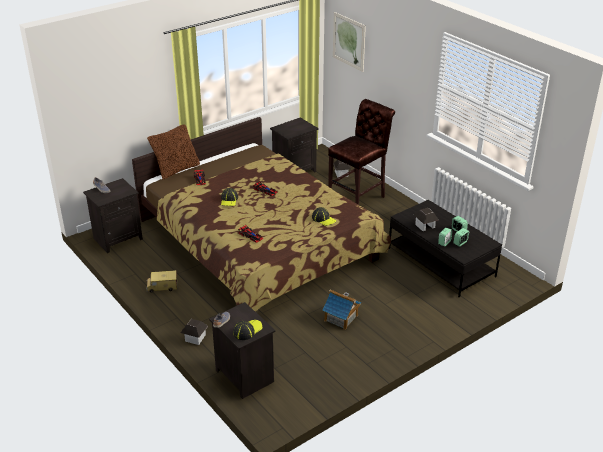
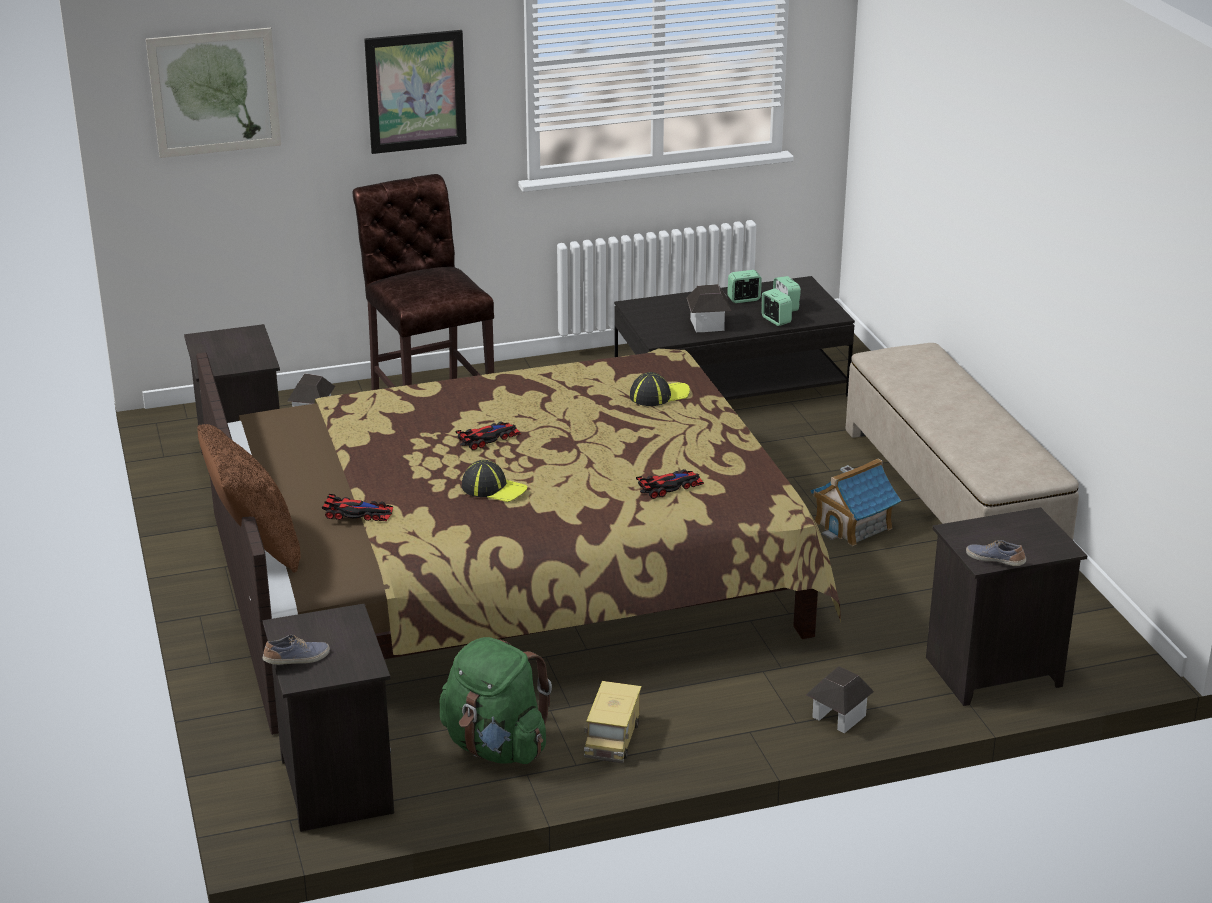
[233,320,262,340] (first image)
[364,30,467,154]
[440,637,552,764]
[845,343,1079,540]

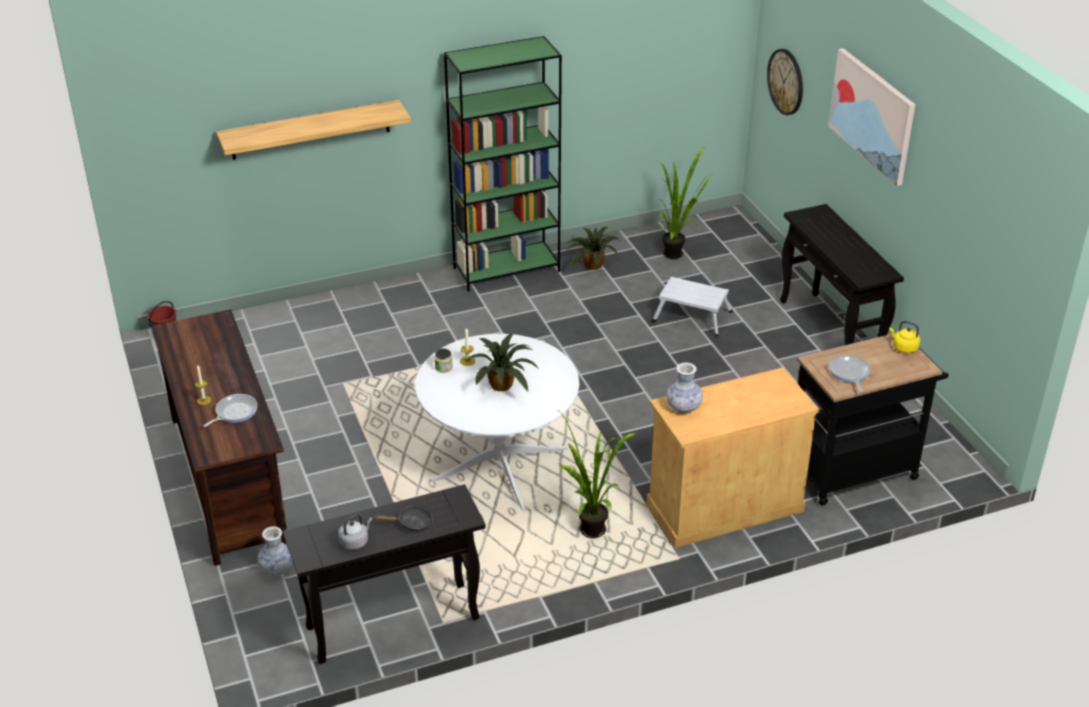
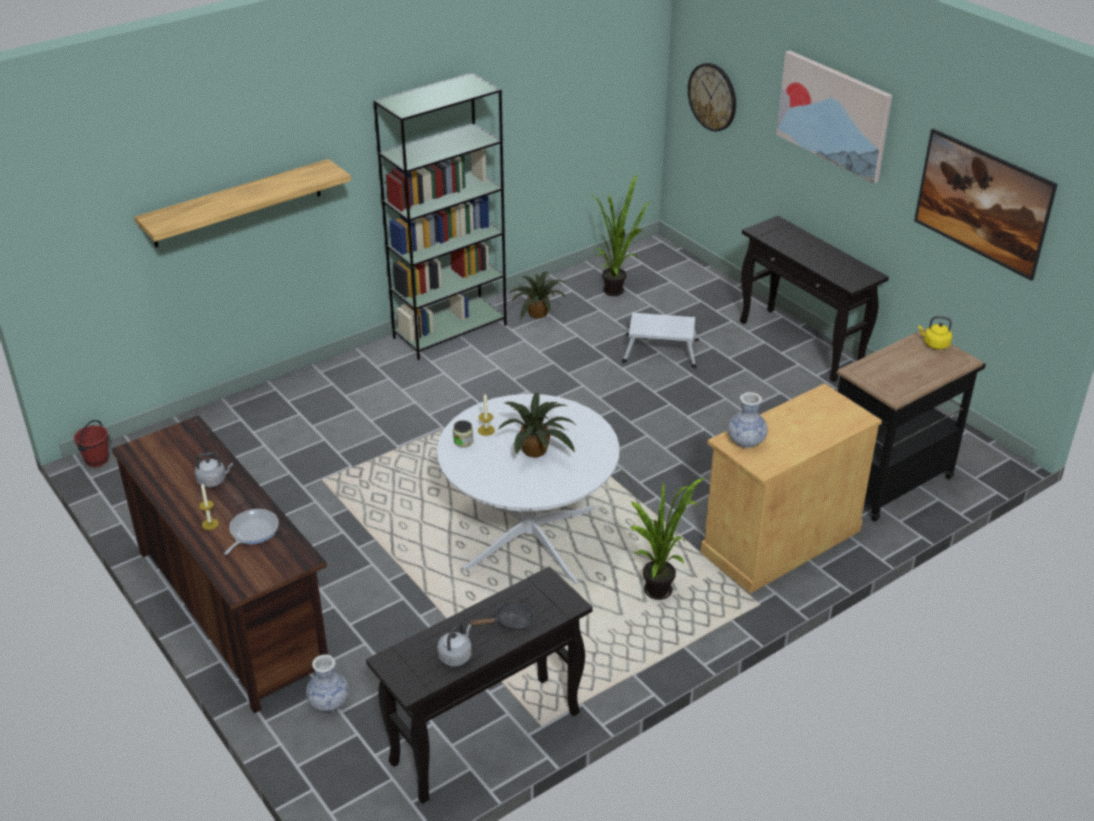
[829,355,870,392] (first image)
[194,452,233,488]
[914,129,1058,281]

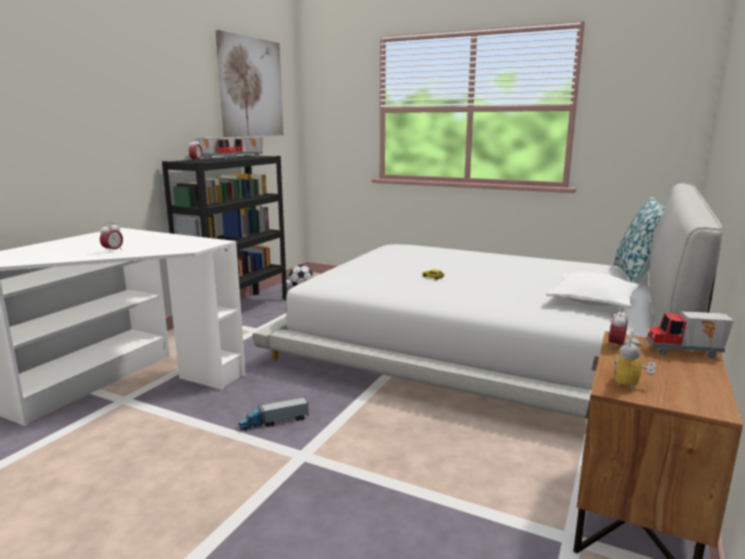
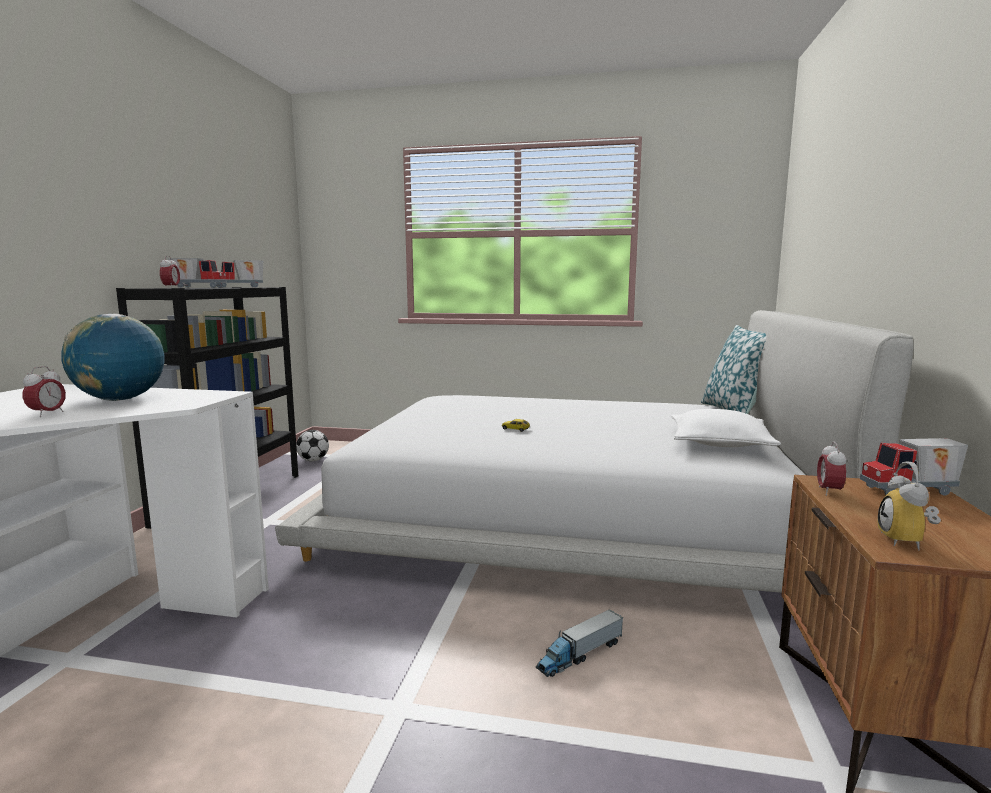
[215,30,283,137] (first image)
[61,314,164,401]
[536,609,623,677]

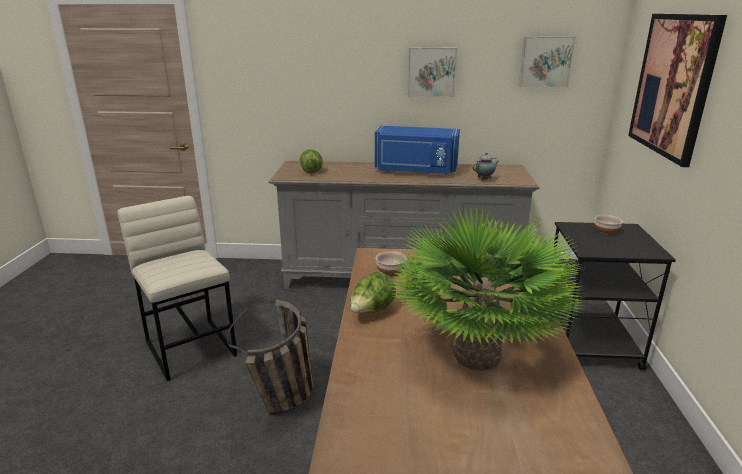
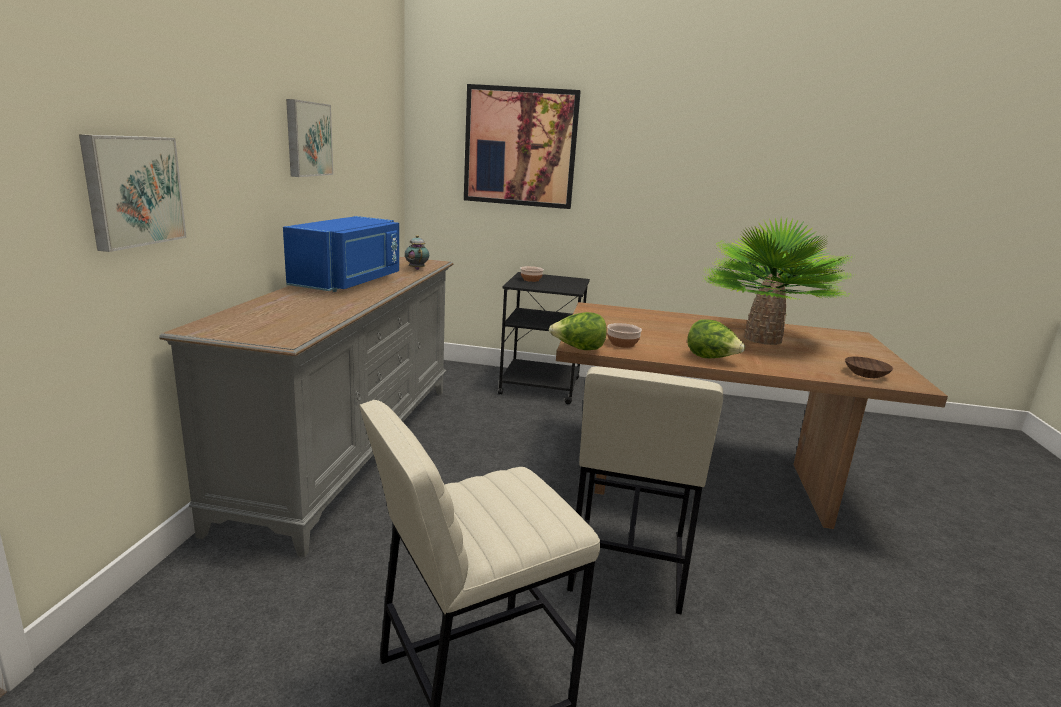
[845,357,893,378]
[549,312,607,350]
[79,134,186,252]
[567,367,723,614]

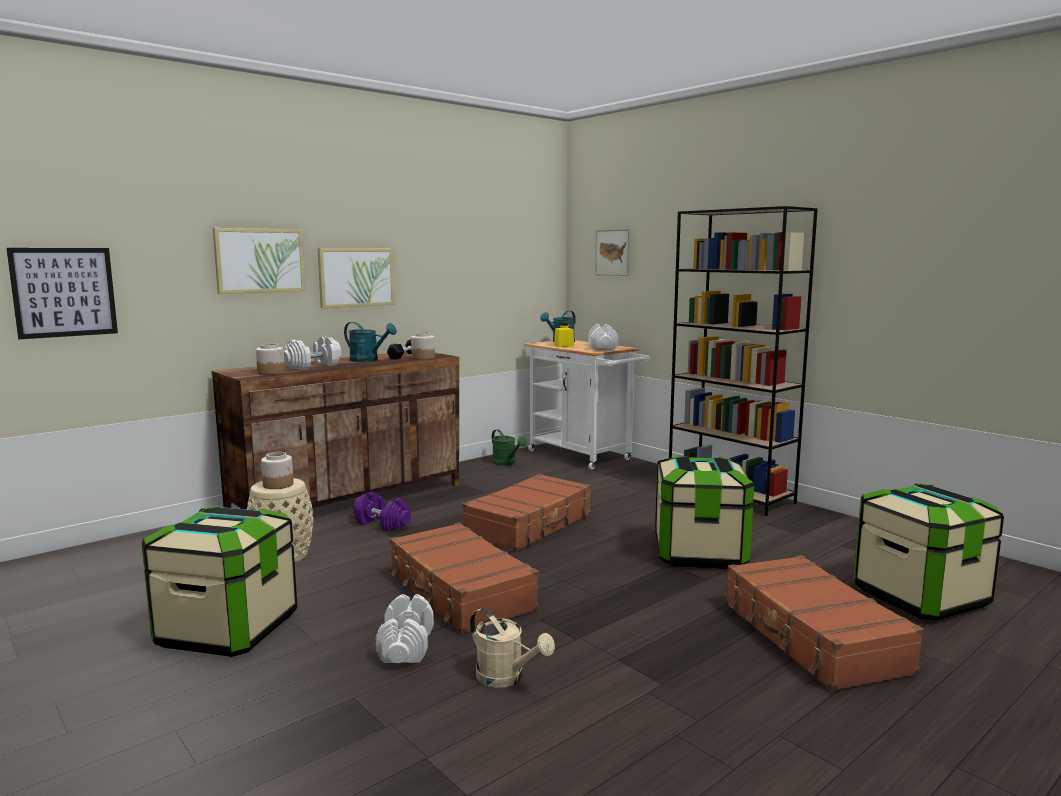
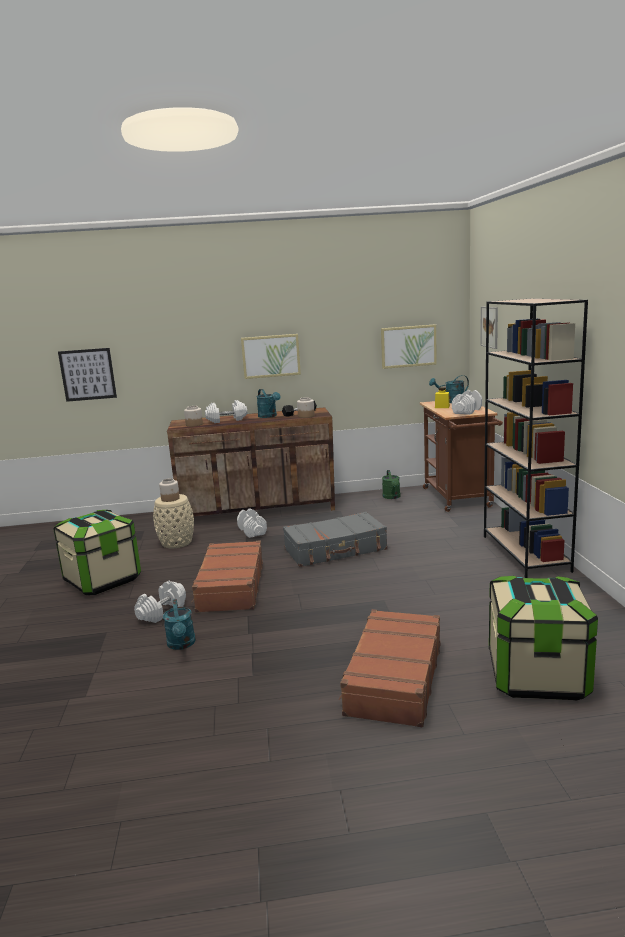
[655,456,754,569] (first image)
[381,324,437,369]
[237,508,267,538]
[283,512,388,567]
[163,599,196,650]
[419,401,503,512]

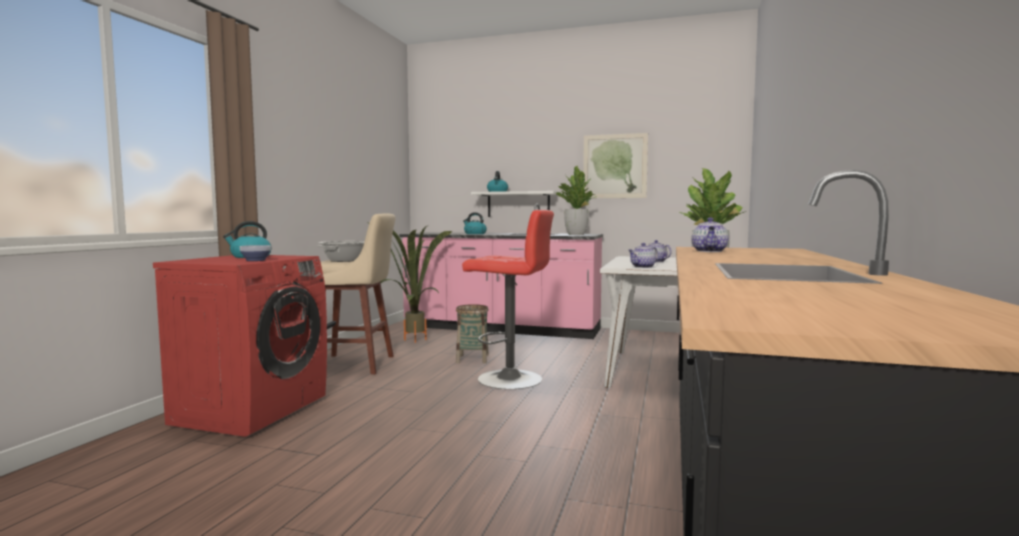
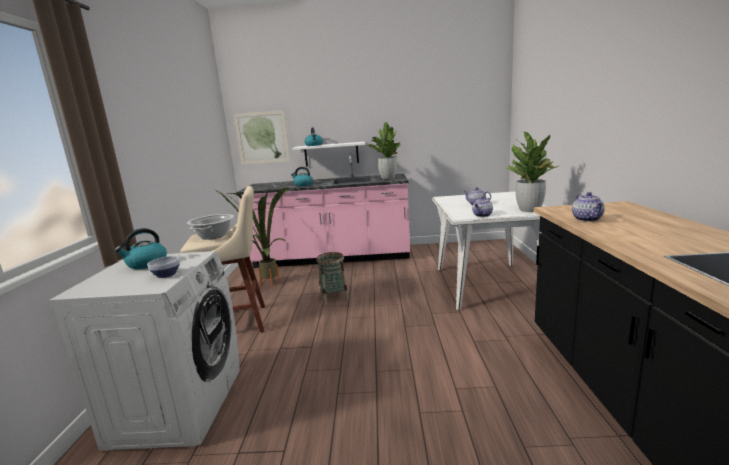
[462,210,554,389] (first image)
[234,110,290,165]
[49,251,240,451]

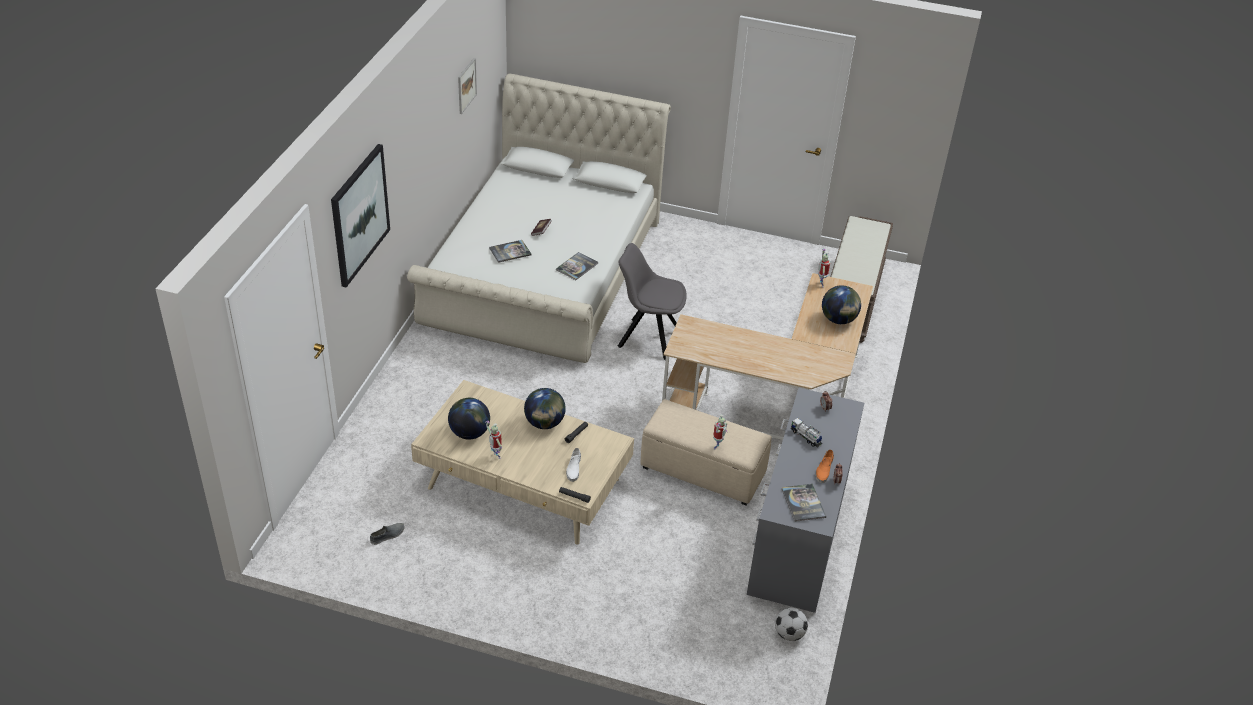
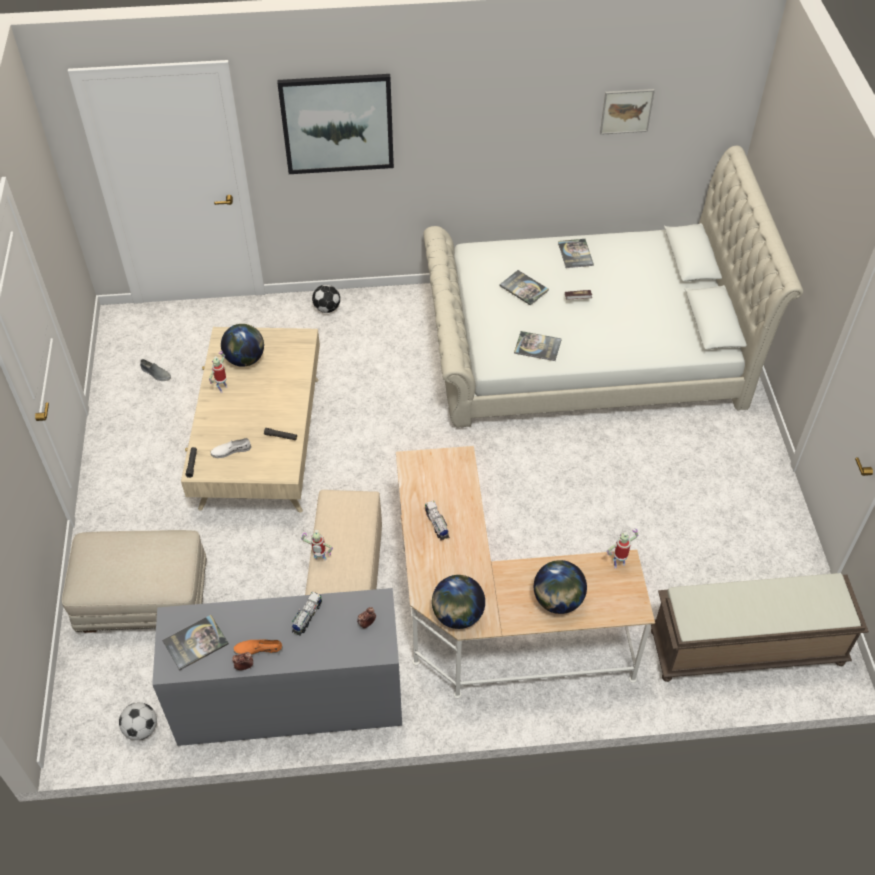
[618,243,687,360] (first image)
[62,530,207,633]
[312,285,340,313]
[425,500,449,540]
[558,239,594,268]
[432,575,485,629]

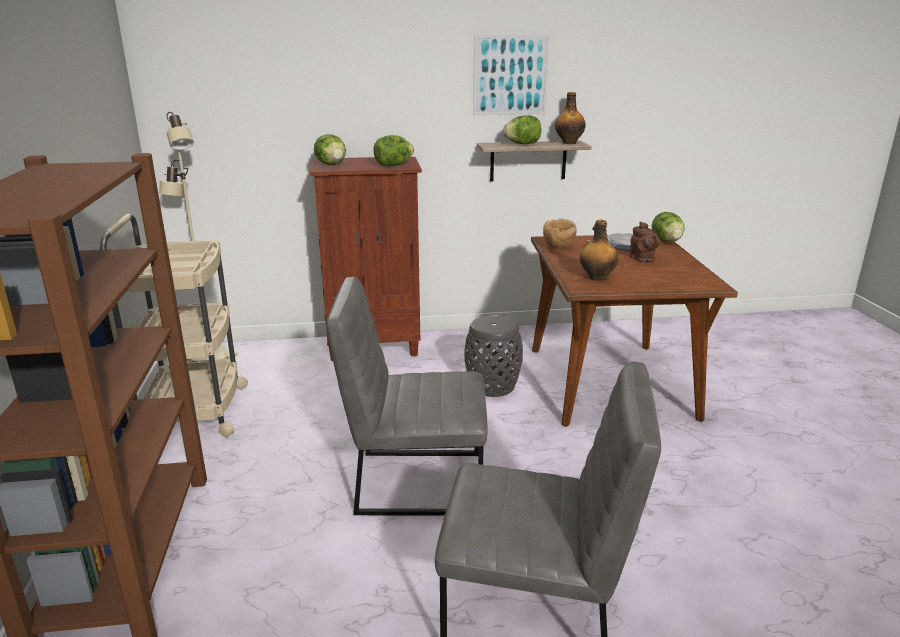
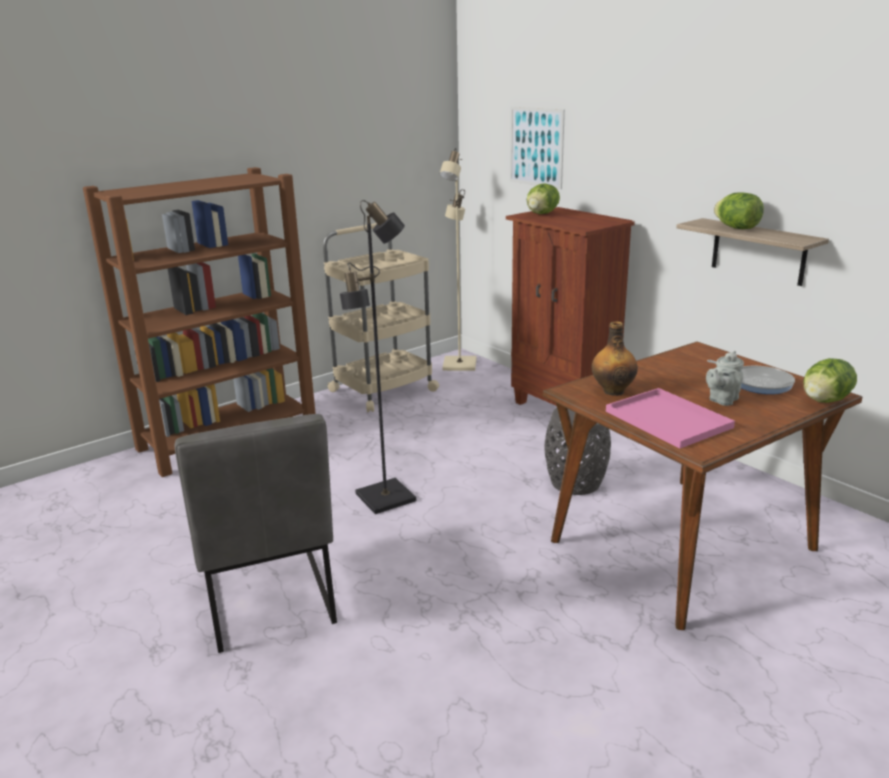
[373,135,414,166] (first image)
[543,219,577,249] (first image)
[555,92,586,144] (first image)
[606,388,735,448]
[510,107,565,189]
[340,200,416,514]
[706,351,744,406]

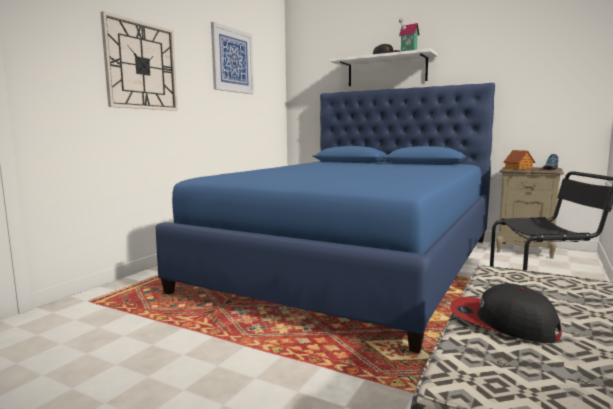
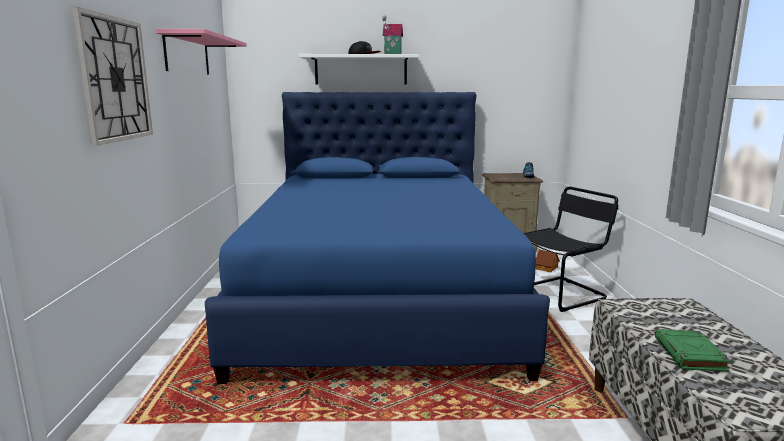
[536,250,560,273]
[156,29,247,75]
[655,329,731,372]

